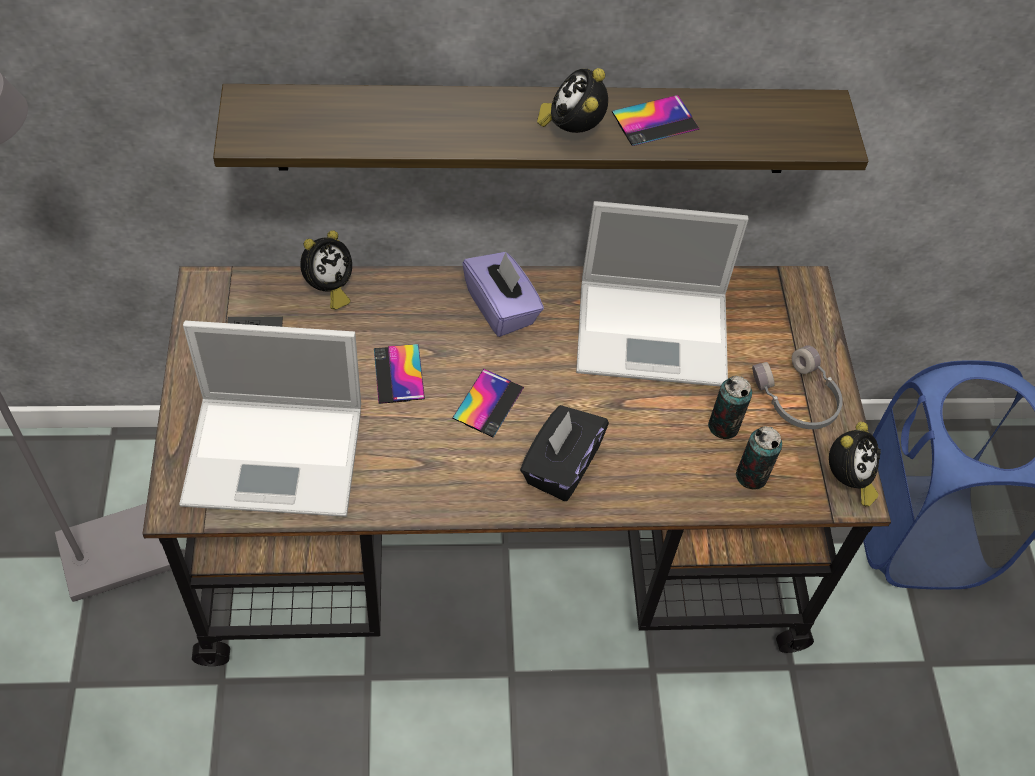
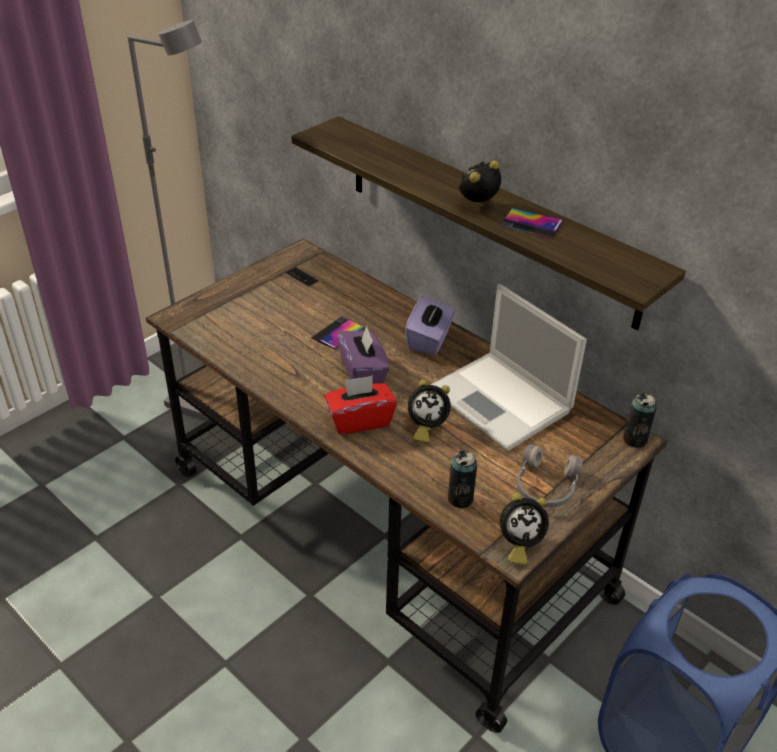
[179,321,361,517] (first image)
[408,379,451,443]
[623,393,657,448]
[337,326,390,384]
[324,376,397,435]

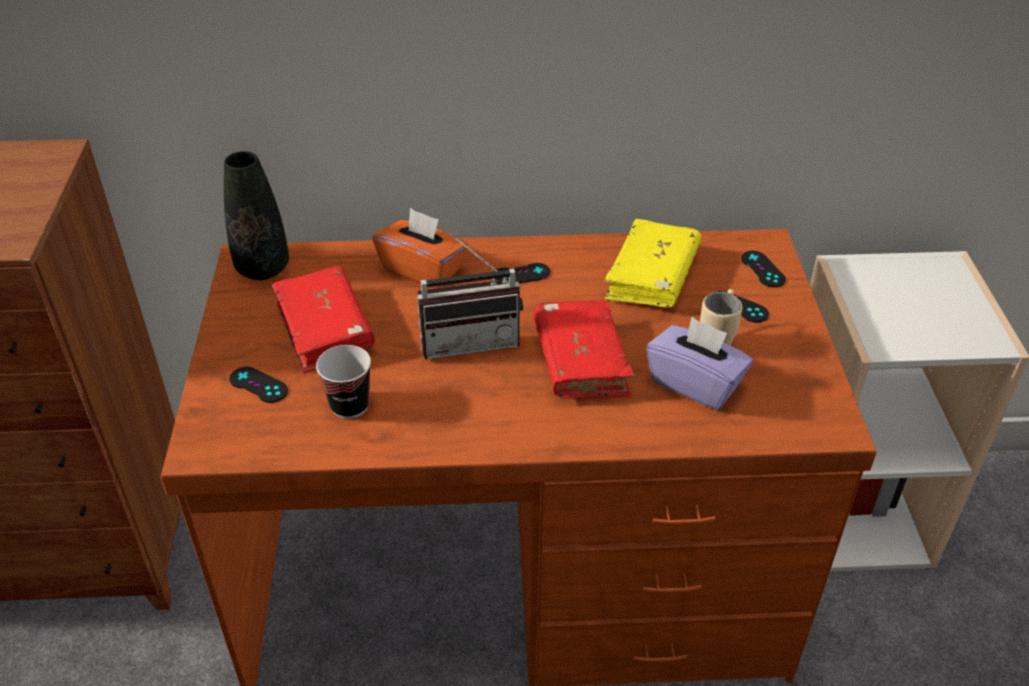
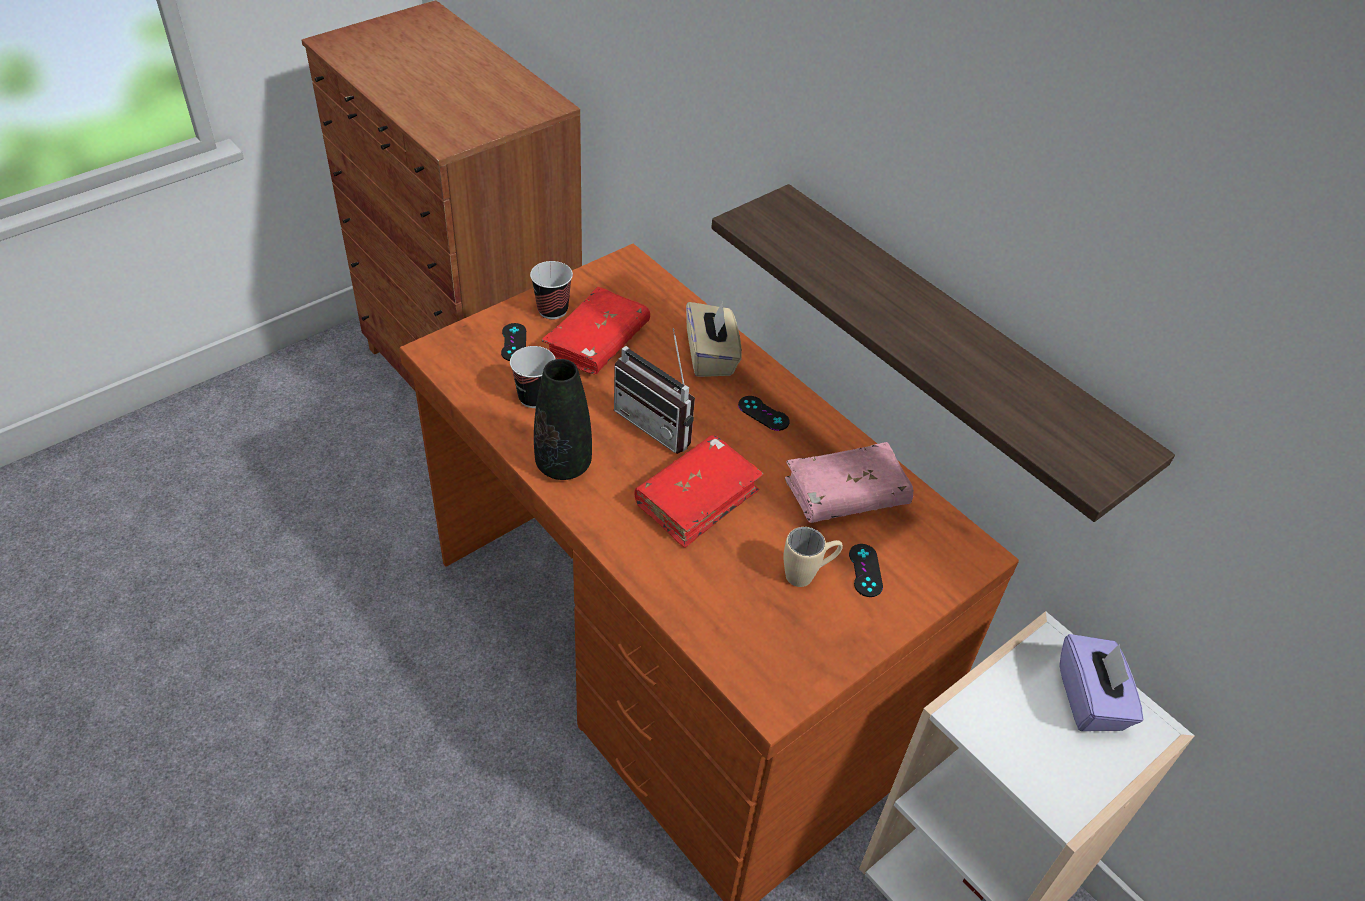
[741,251,786,287] (first image)
[530,261,573,319]
[711,184,1175,522]
[534,359,592,480]
[1059,634,1144,731]
[686,301,742,377]
[785,442,914,523]

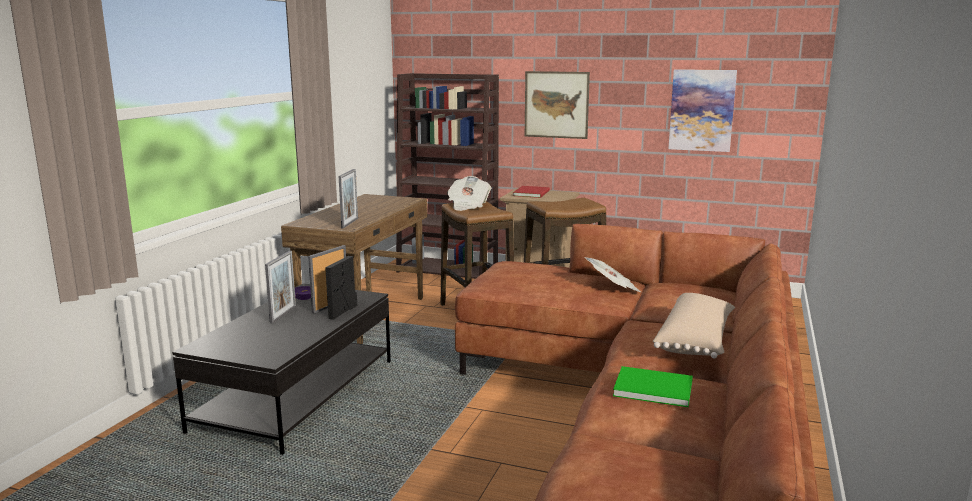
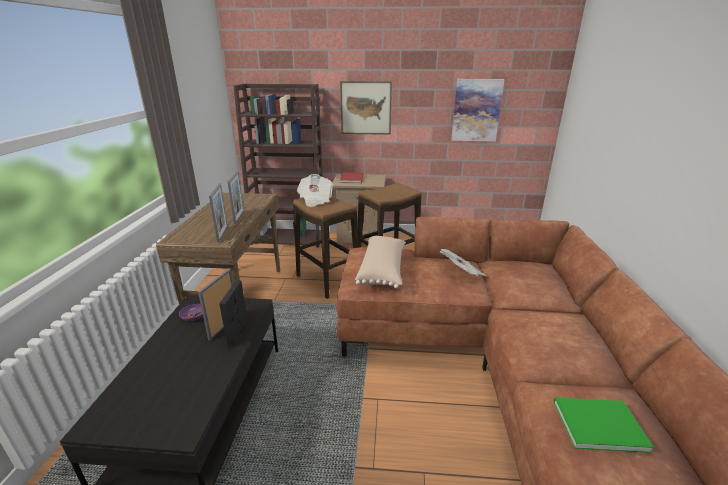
[227,171,244,224]
[355,236,406,288]

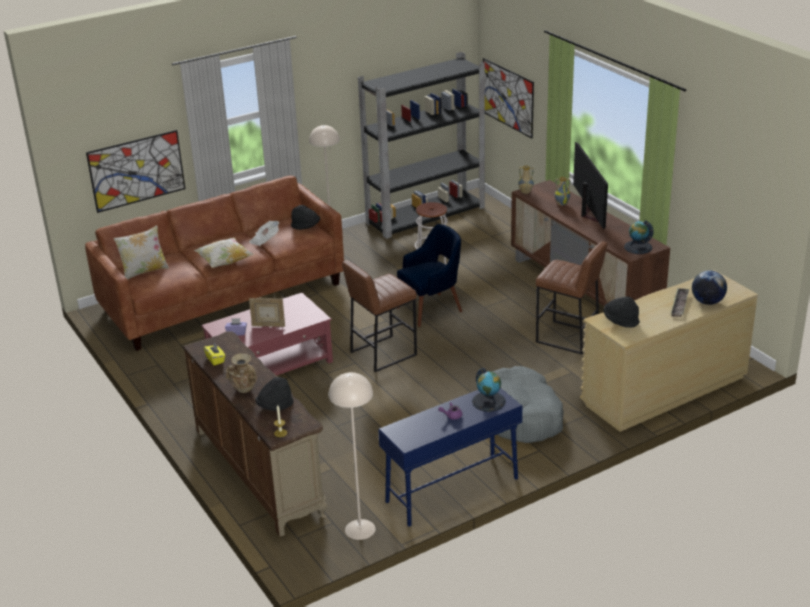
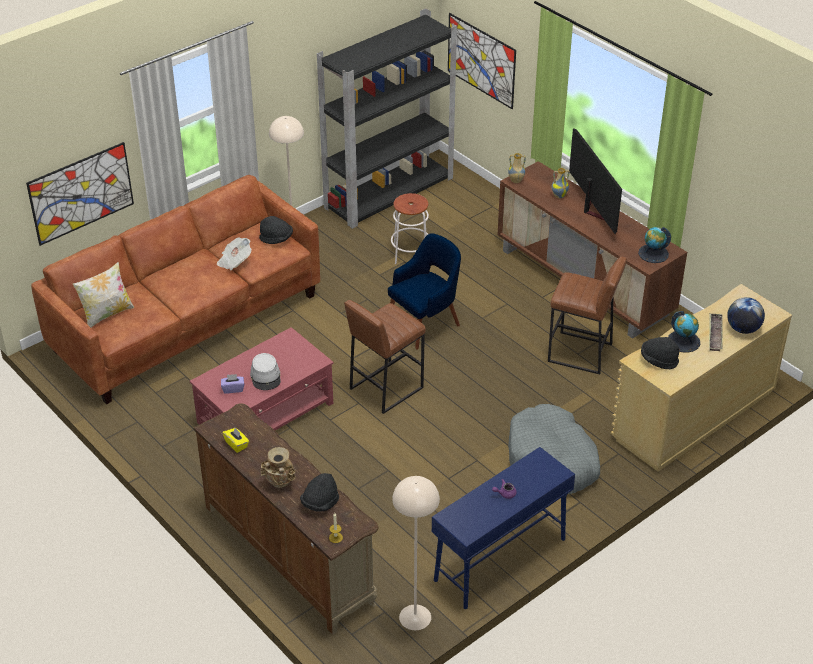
[194,238,254,268] (first image)
[668,311,700,353]
[250,353,281,390]

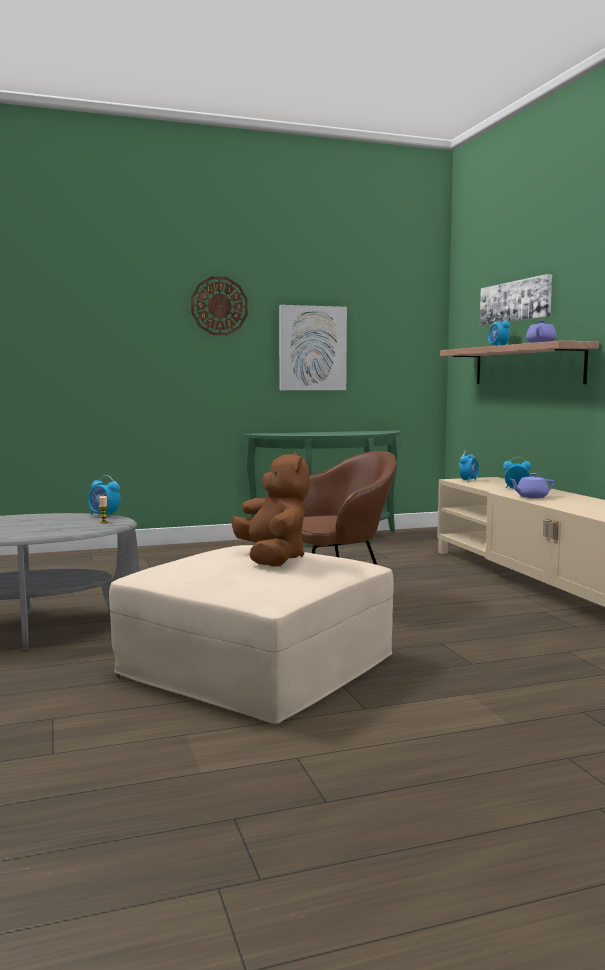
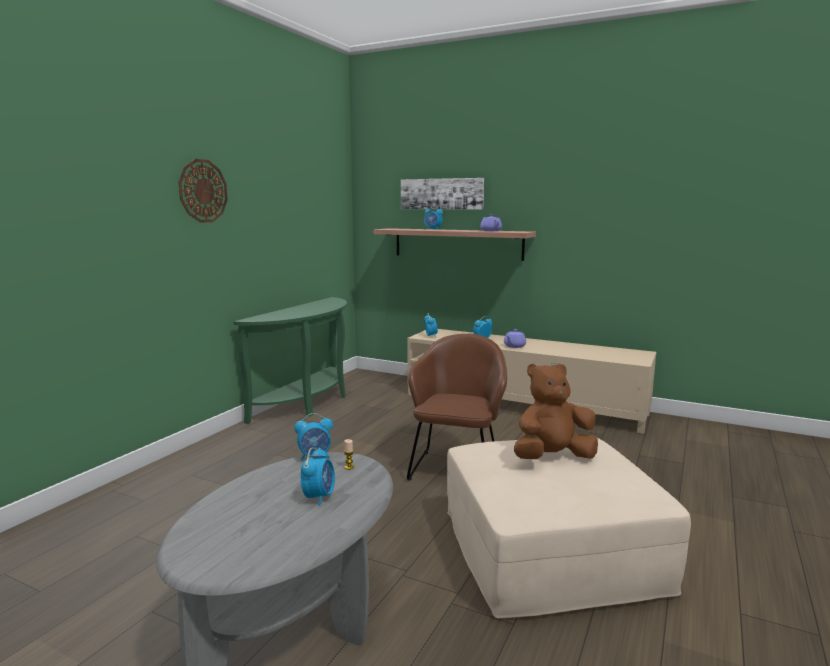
[279,305,347,390] (first image)
[301,448,335,506]
[514,363,598,459]

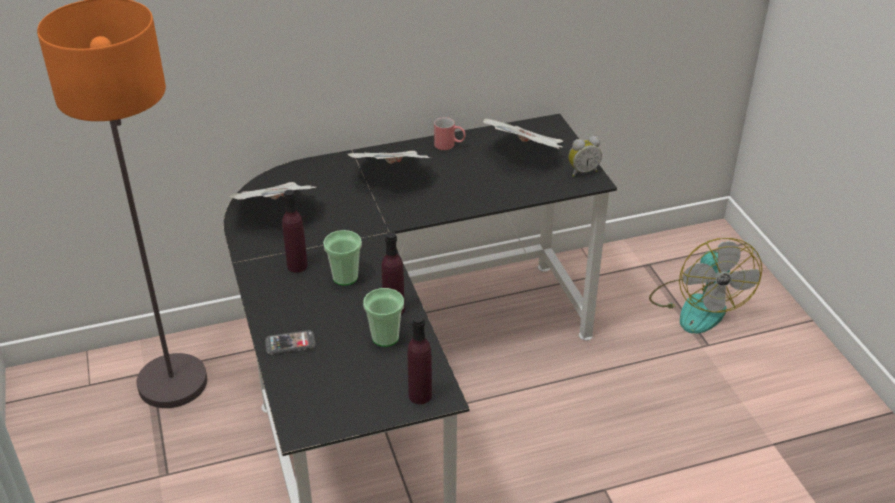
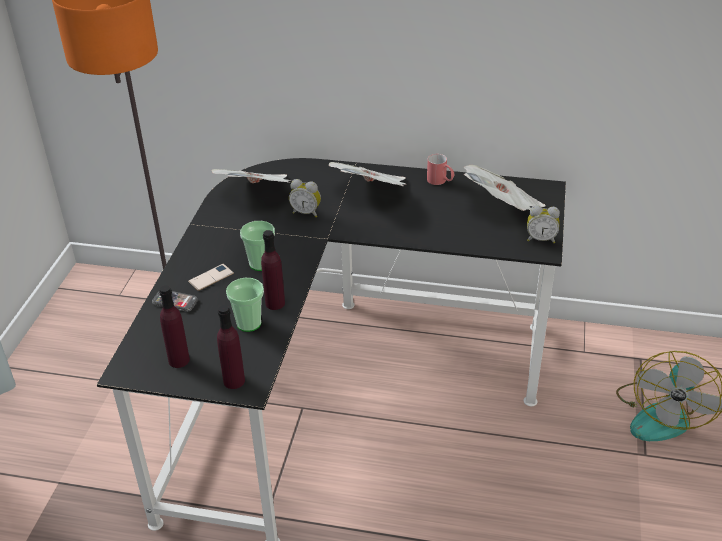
[188,264,234,291]
[289,179,321,218]
[159,285,190,368]

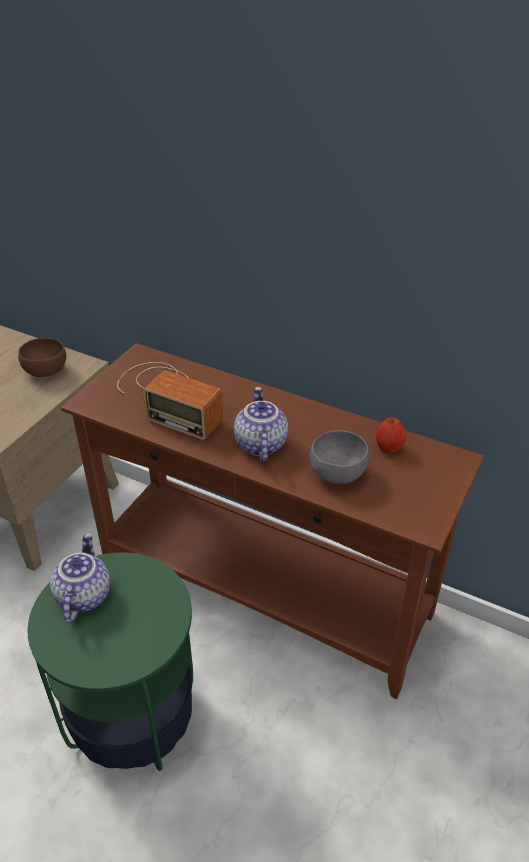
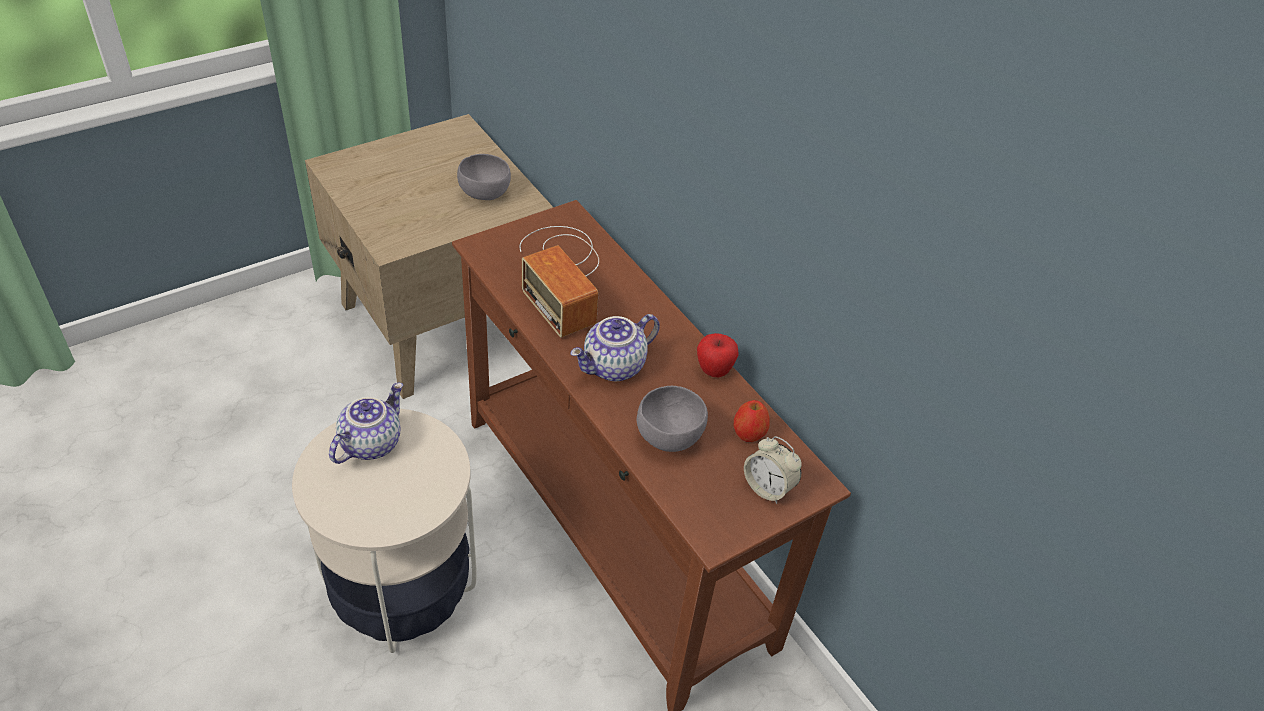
[697,333,739,377]
[744,436,802,504]
[457,154,511,200]
[292,409,477,653]
[570,314,660,381]

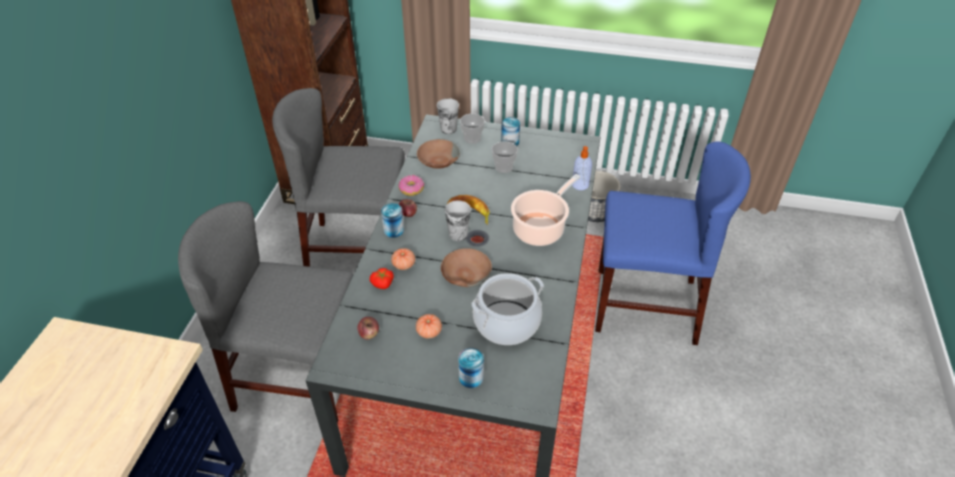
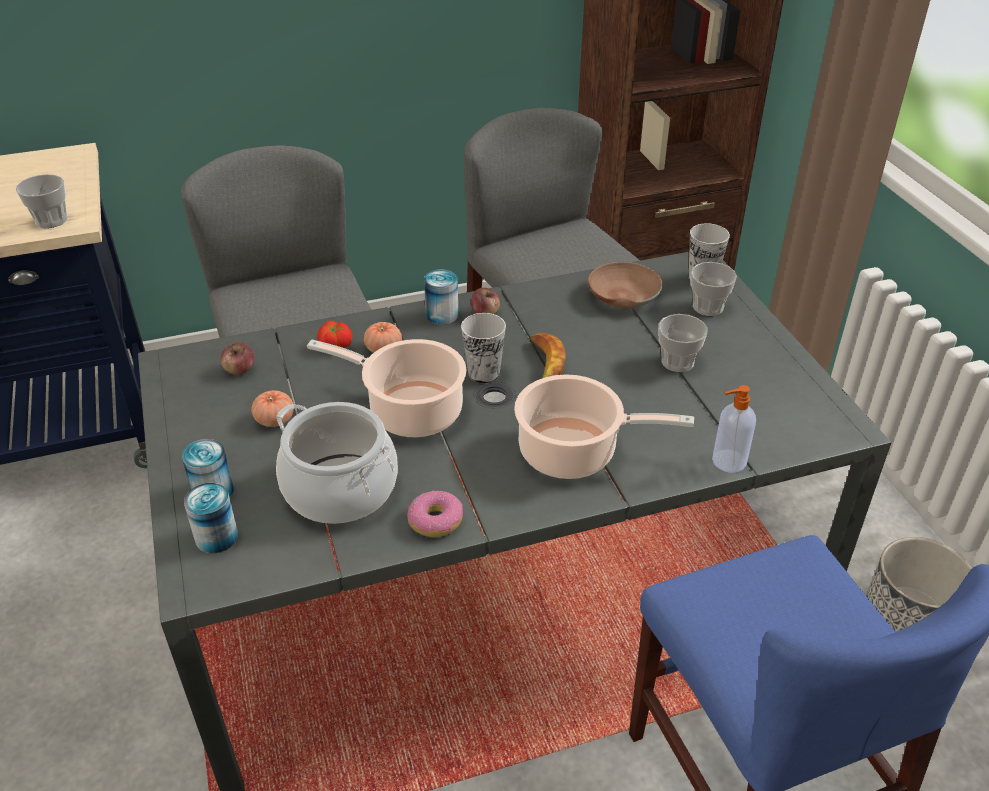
[16,174,68,228]
[407,490,463,537]
[184,483,238,554]
[307,339,466,437]

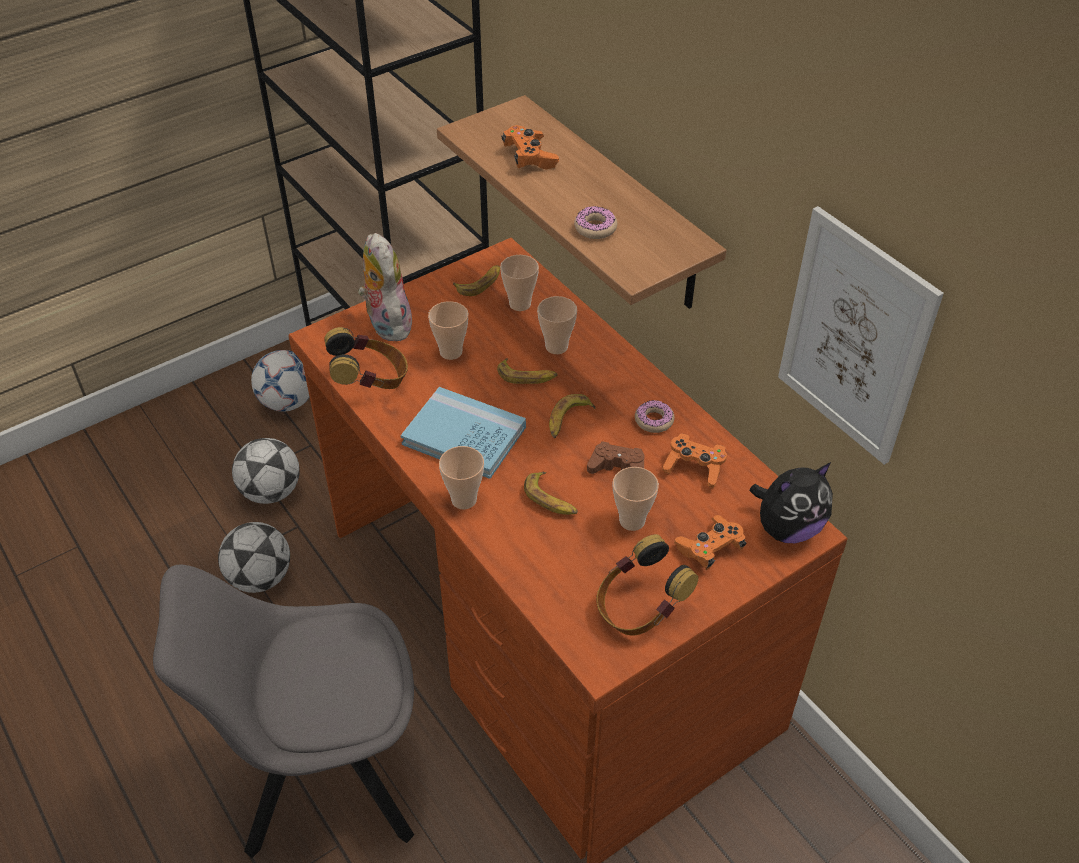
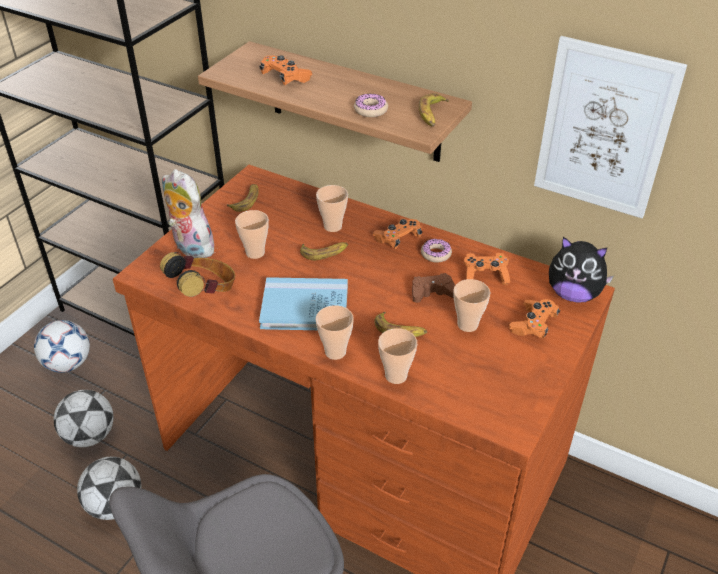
[596,534,698,636] (first image)
[373,218,422,249]
[378,328,417,384]
[419,93,449,127]
[549,237,614,303]

